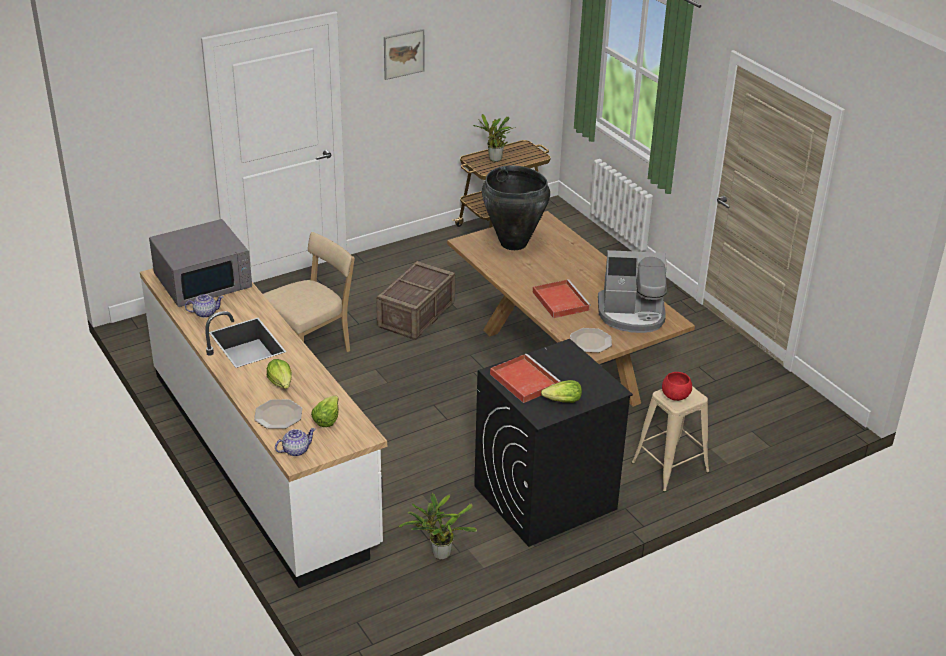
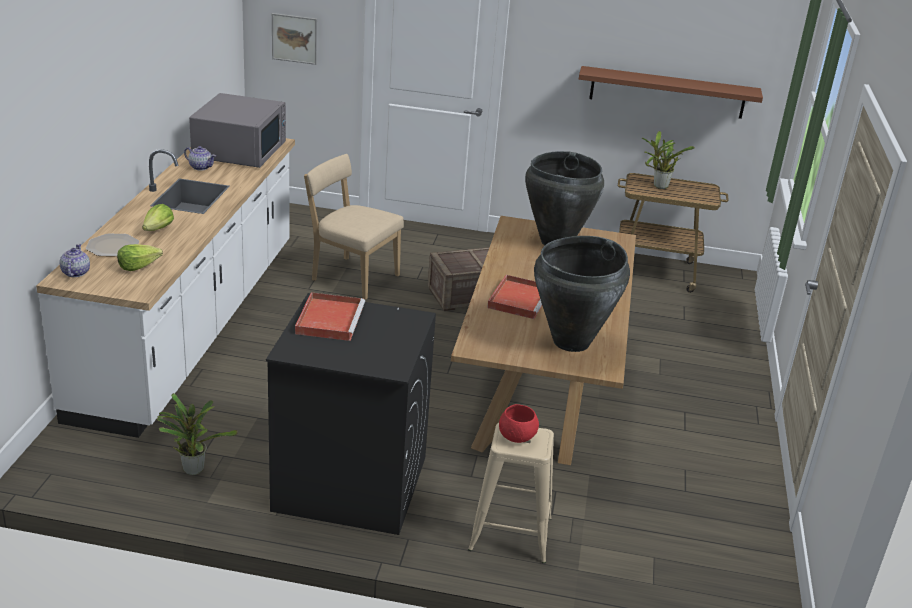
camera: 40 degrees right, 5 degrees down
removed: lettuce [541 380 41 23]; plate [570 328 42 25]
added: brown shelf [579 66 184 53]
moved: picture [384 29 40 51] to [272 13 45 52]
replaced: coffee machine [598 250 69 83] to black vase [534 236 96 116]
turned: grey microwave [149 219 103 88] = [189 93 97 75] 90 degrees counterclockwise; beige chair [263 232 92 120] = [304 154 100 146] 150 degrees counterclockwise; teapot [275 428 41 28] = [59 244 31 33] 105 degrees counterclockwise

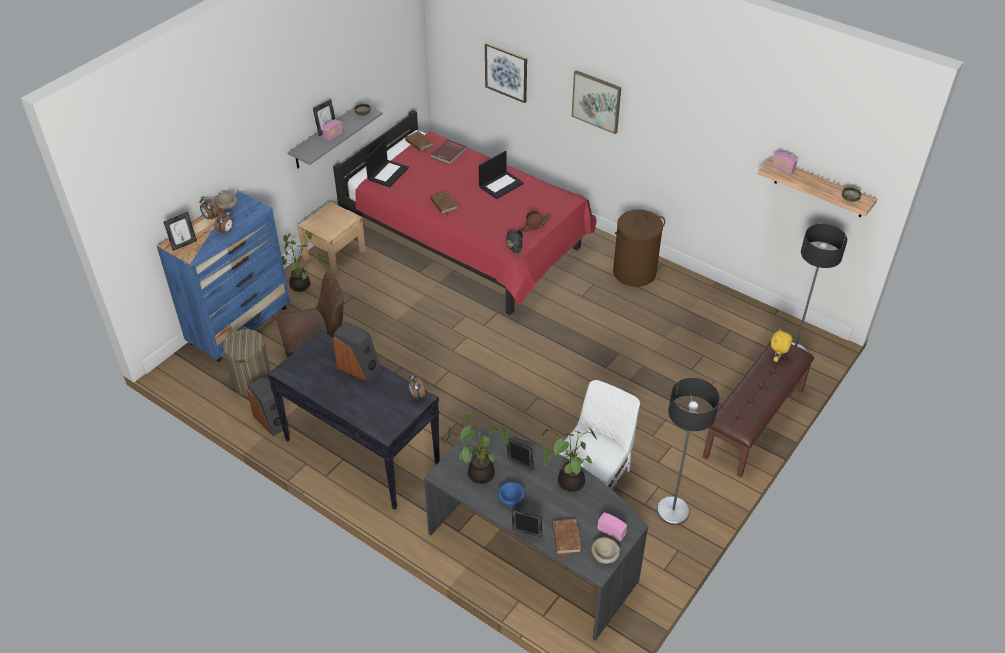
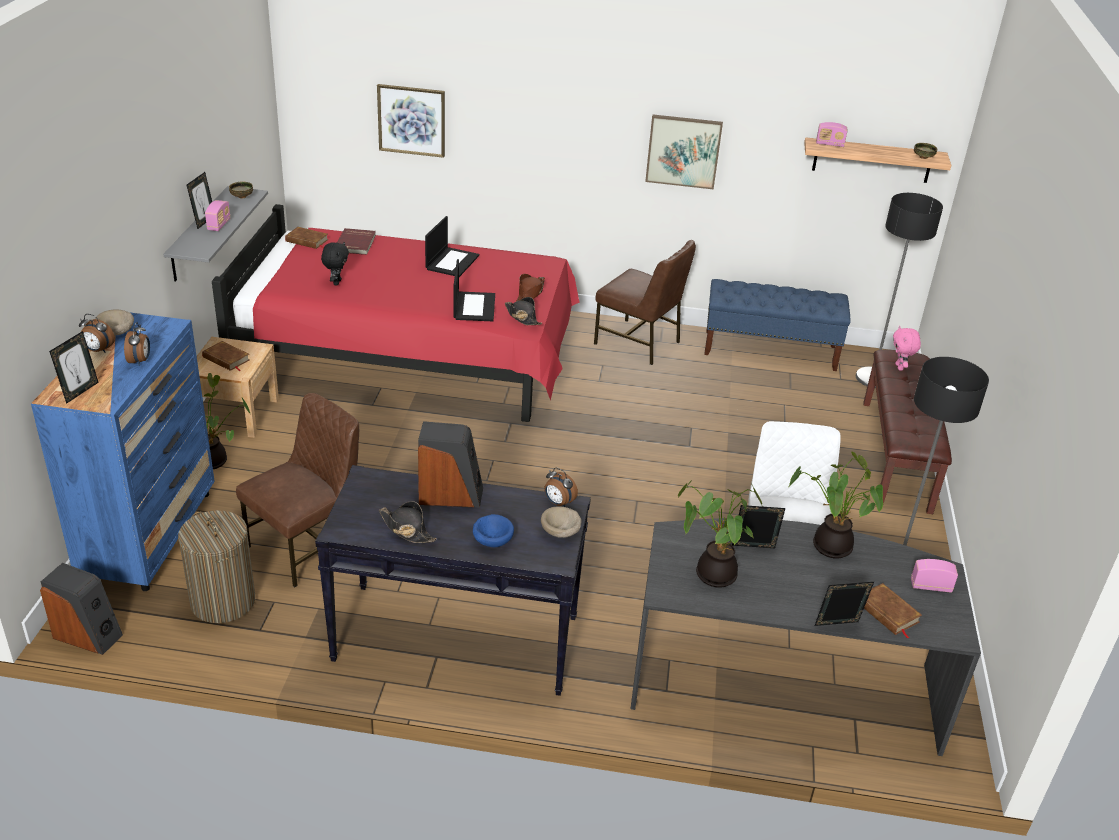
camera: 30 degrees left, 10 degrees down
added: black plush toy [321 242 28 43]; black hat [379 501 58 42]; blue bench [704 279 147 92]
moved: speaker [247 376 42 60] to [40 563 83 92]; laptop [365 139 44 48] to [454 259 41 62]; brown book [430 191 28 25] to [202 341 47 30]; blue bowl [497 482 28 24] to [473 514 41 33]; picture [572 70 49 64] to [645 115 78 74]; beige bowl [591 537 29 27] to [541 506 40 32]
replaced: brown laundry basket [613 210 52 77] to brown chair [594 240 102 125]
recoloured: yellow plush toy [771 329 22 33] to pink plush toy [893 326 28 45]

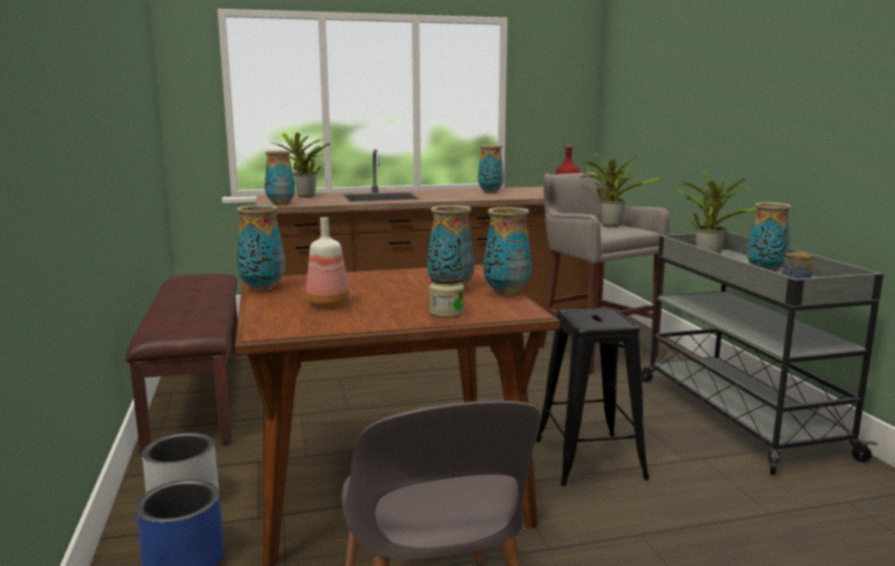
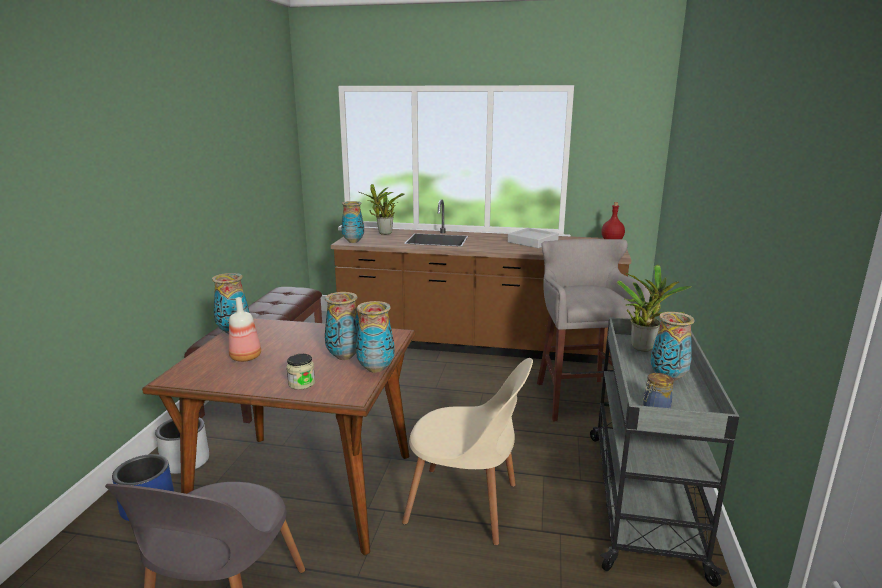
camera: 25 degrees right, 5 degrees up
removed: potted plant [580 152 80 75]
replaced: vase [478 145 26 48] to grey tray [508 228 51 20]; black stool [536 307 113 179] to beige chair [402 358 131 187]

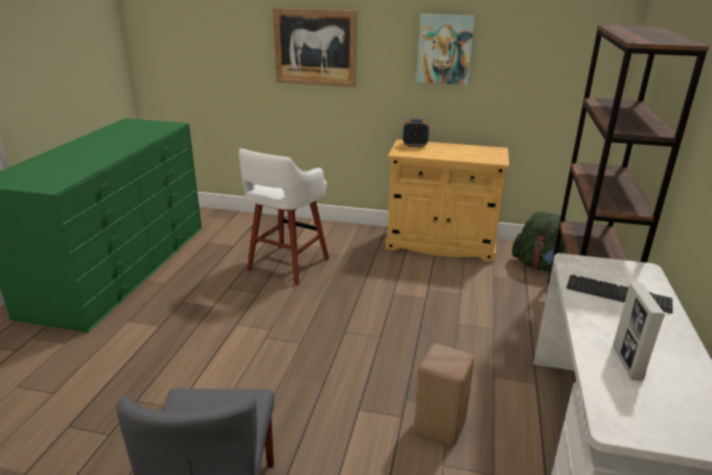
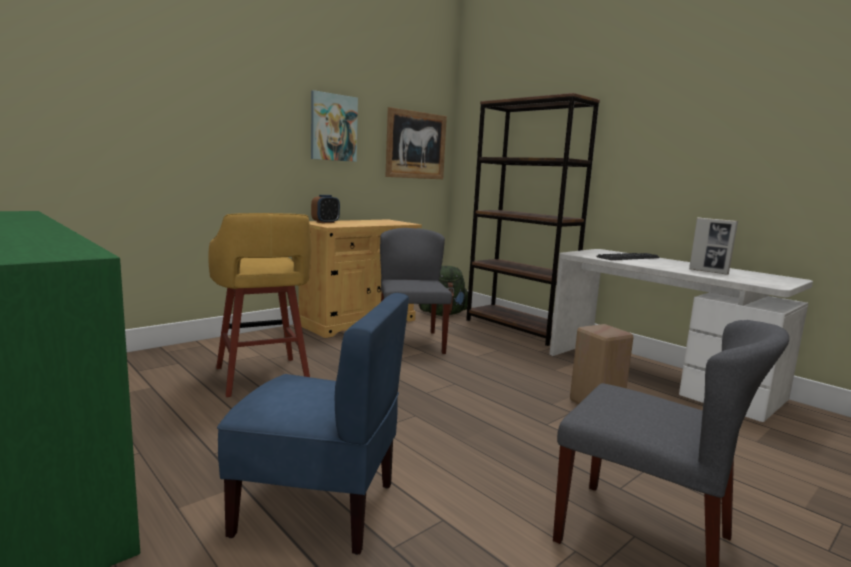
camera: 55 degrees left, 15 degrees down
added: blue chair [217 293 192 262]; grey chair [380 228 72 126]
moved: picture [273 8 84 79] to [385 107 62 72]
recoloured: white stool [239 148 90 137] to yellow stool [208 213 104 184]

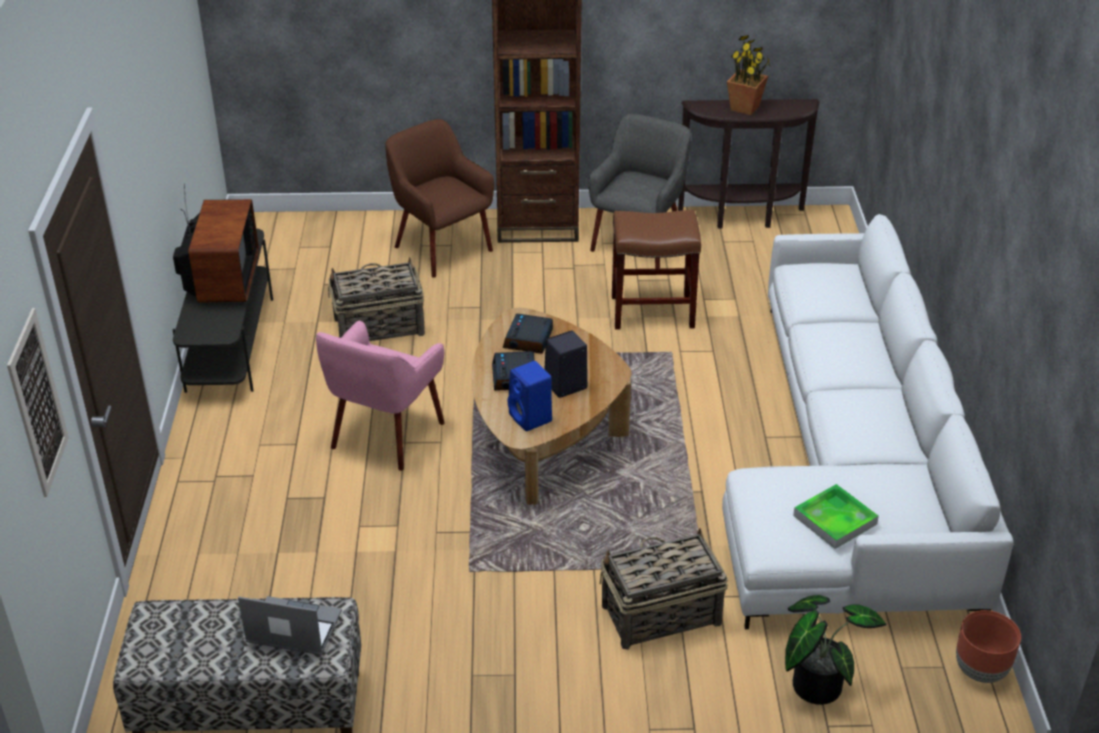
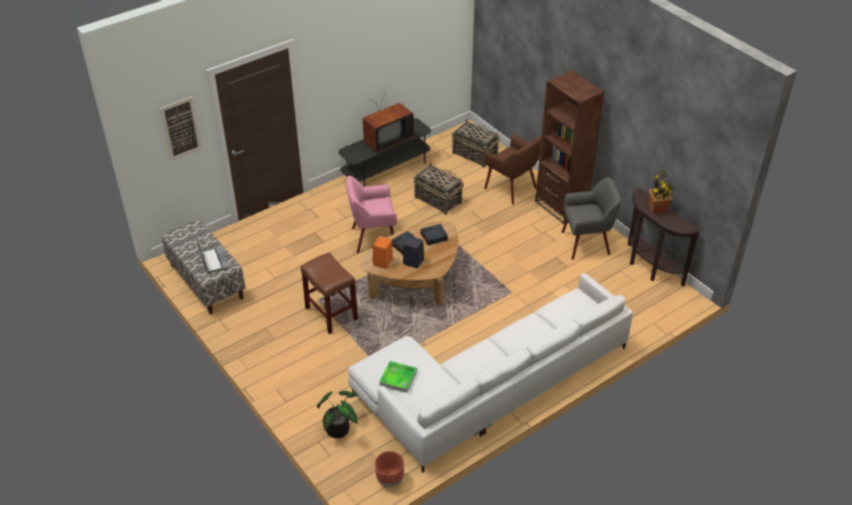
camera: 55 degrees right, 5 degrees up
moved: basket [600 529 128 121] to [452 119 48 49]; brown stool [612 210 89 120] to [301 252 57 82]
recoloured: blue speaker [508 361 44 70] to orange speaker [372 236 21 33]
turned: brown armchair [385 119 109 159] = [484 135 57 69] 120 degrees clockwise

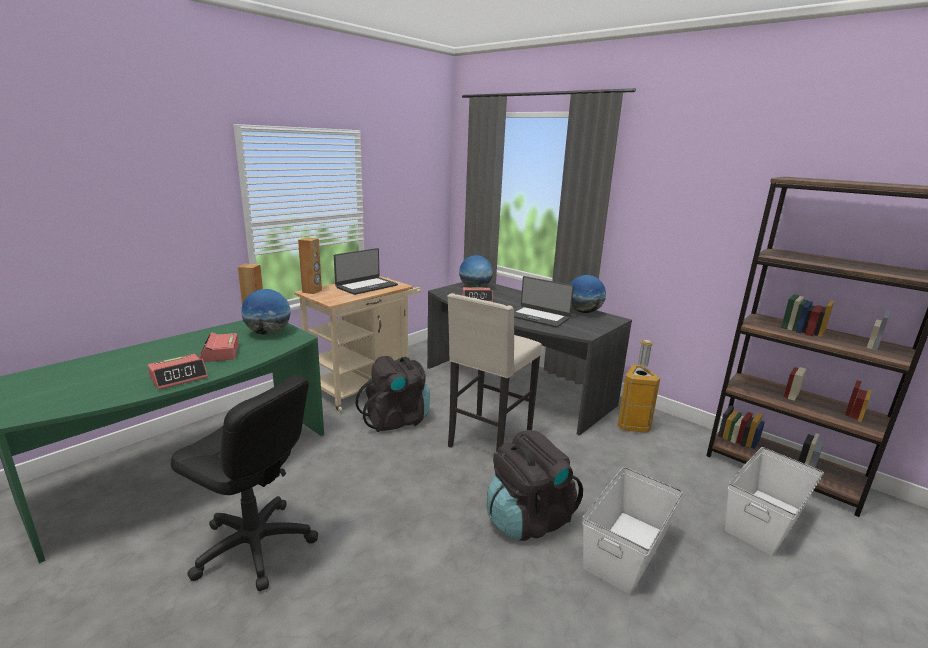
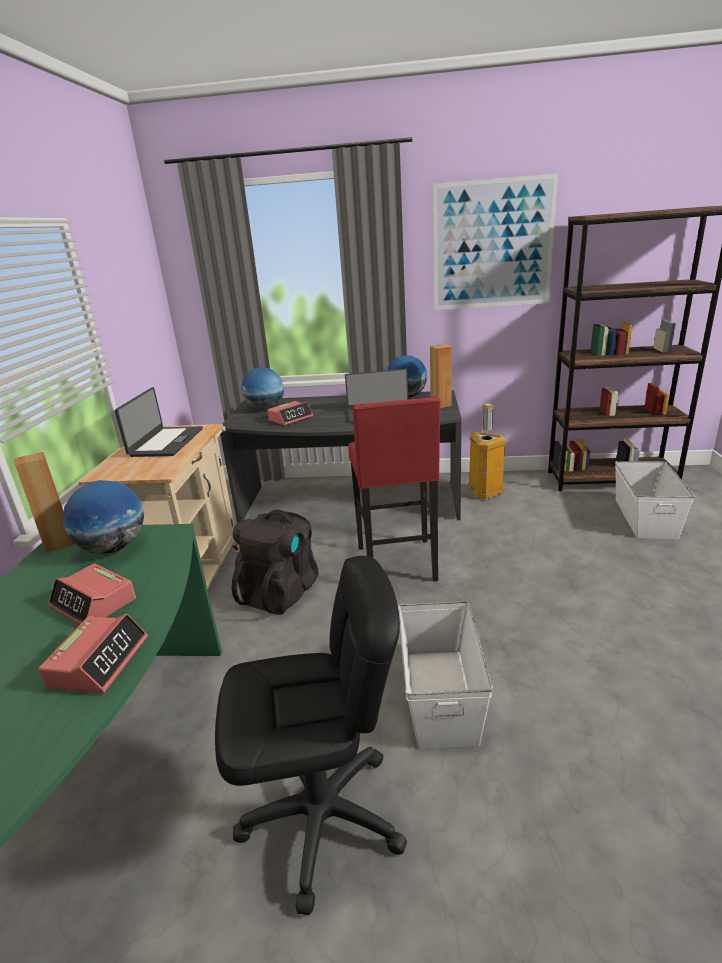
camera: 35 degrees left, 5 degrees up
removed: black backpack [487 430 96 111]
added: picture [433 173 125 137]
moved: brown speaker [298 237 24 57] to [430 344 22 64]; white storage box [582 467 101 128] to [398 601 95 148]
recoloured: beige stool [447 293 95 159] to red stool [348 397 93 185]

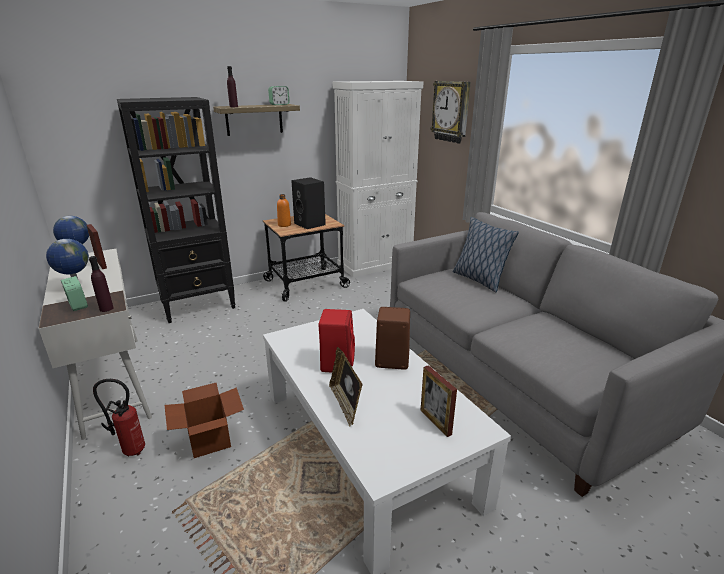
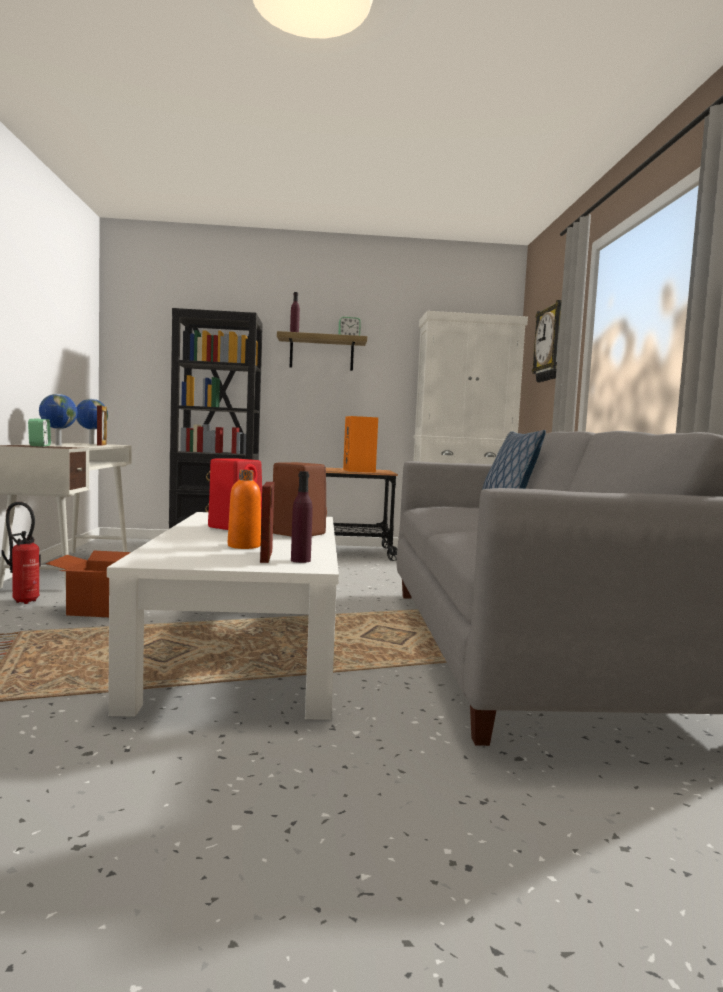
camera: 25 degrees right, 20 degrees down
removed: picture frame [329 347 34 80]
moved: purple bottle [89 256 25 56] to [291 471 22 92]; orange bottle [277 194 14 33] to [228 470 33 79]
recoloured: black speaker [291 177 35 52] to orange speaker [343 416 35 56]

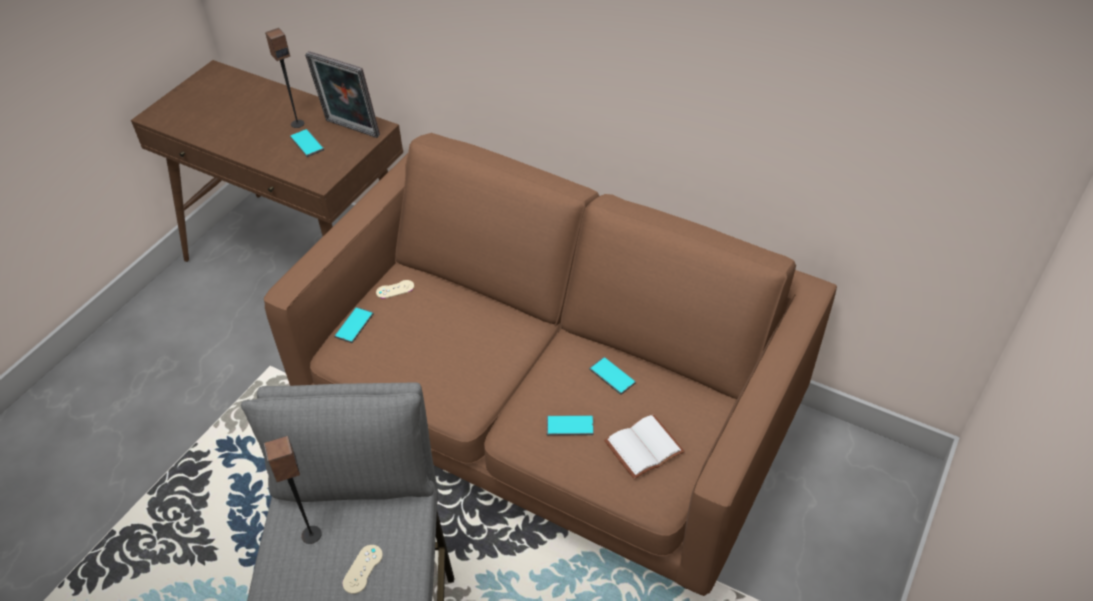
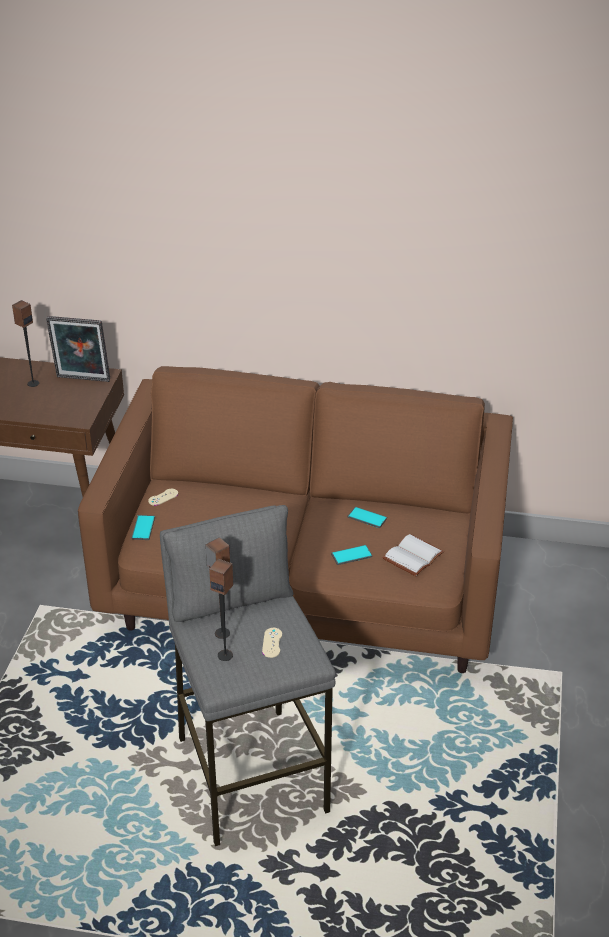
camera: 20 degrees left, 10 degrees down
removed: phone [290 129 34 28]
added: speaker [209 559 24 102]

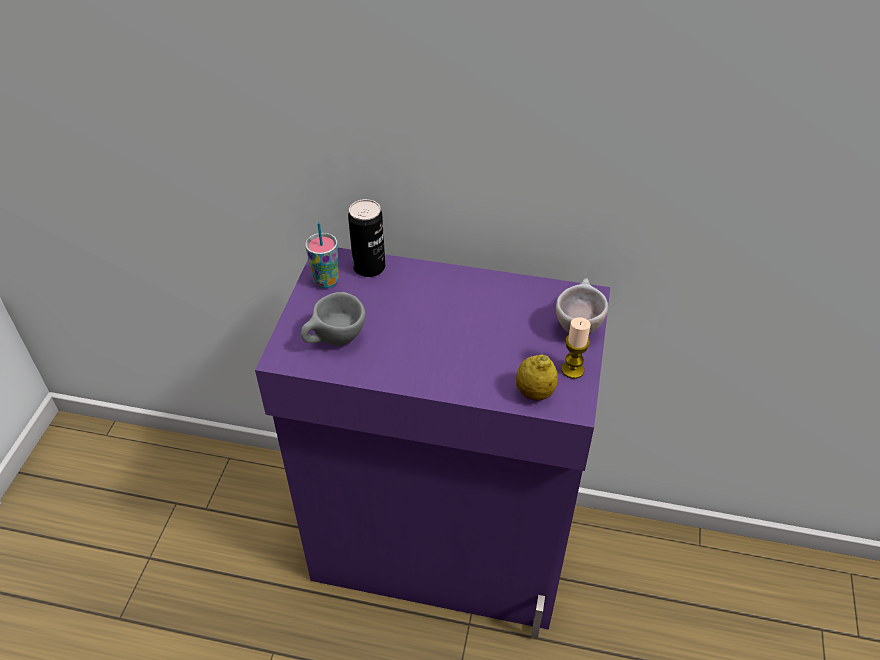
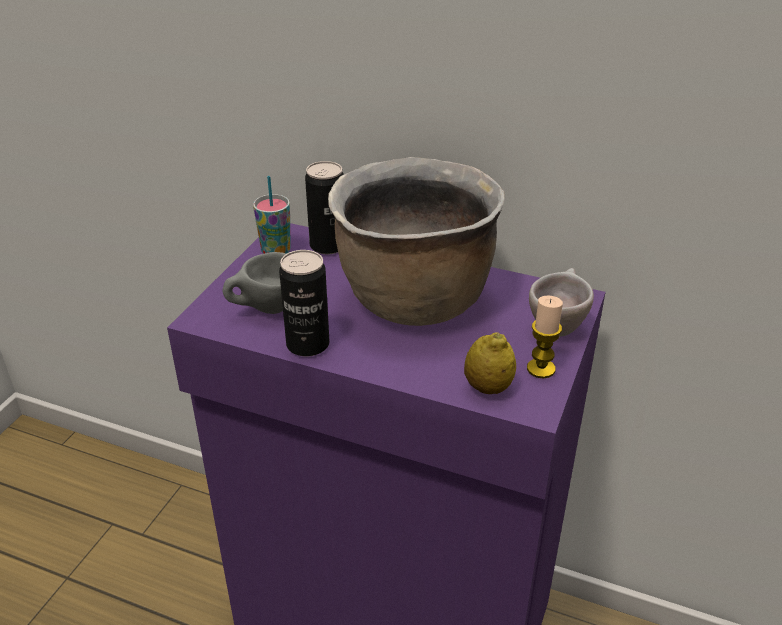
camera: 10 degrees right, 10 degrees down
added: can [279 250 50 107]; brown cooking pot [328 157 177 169]

